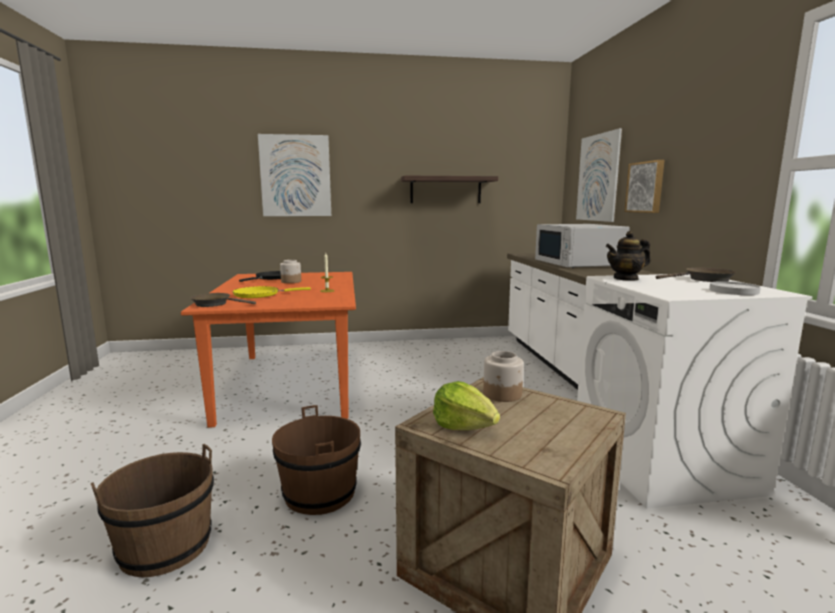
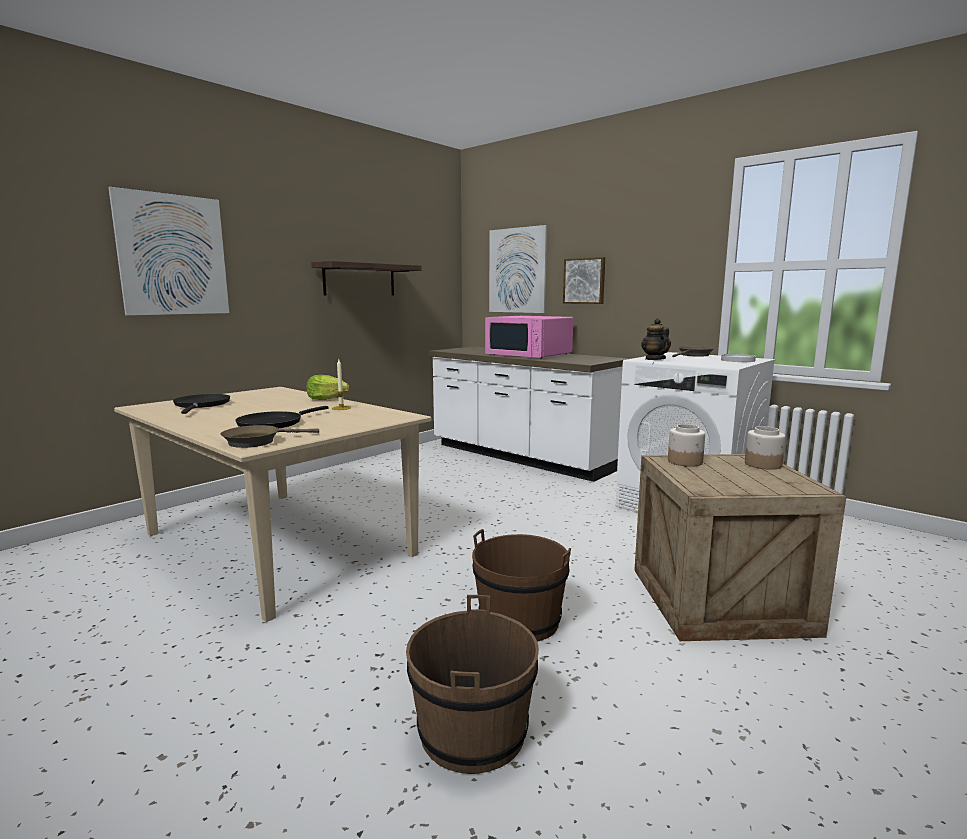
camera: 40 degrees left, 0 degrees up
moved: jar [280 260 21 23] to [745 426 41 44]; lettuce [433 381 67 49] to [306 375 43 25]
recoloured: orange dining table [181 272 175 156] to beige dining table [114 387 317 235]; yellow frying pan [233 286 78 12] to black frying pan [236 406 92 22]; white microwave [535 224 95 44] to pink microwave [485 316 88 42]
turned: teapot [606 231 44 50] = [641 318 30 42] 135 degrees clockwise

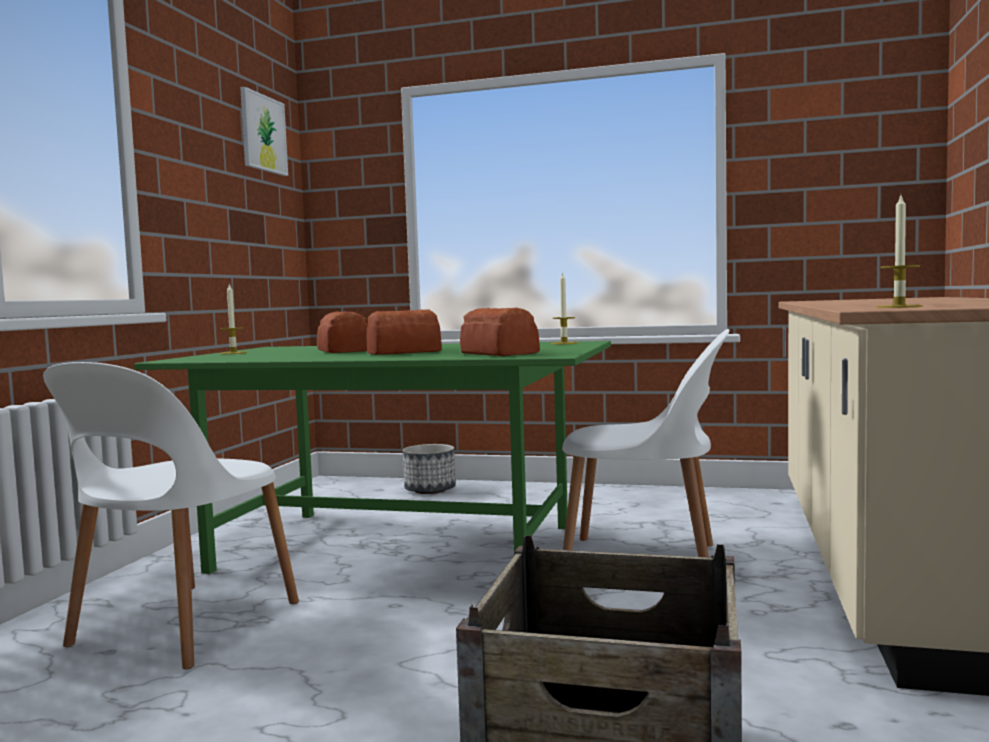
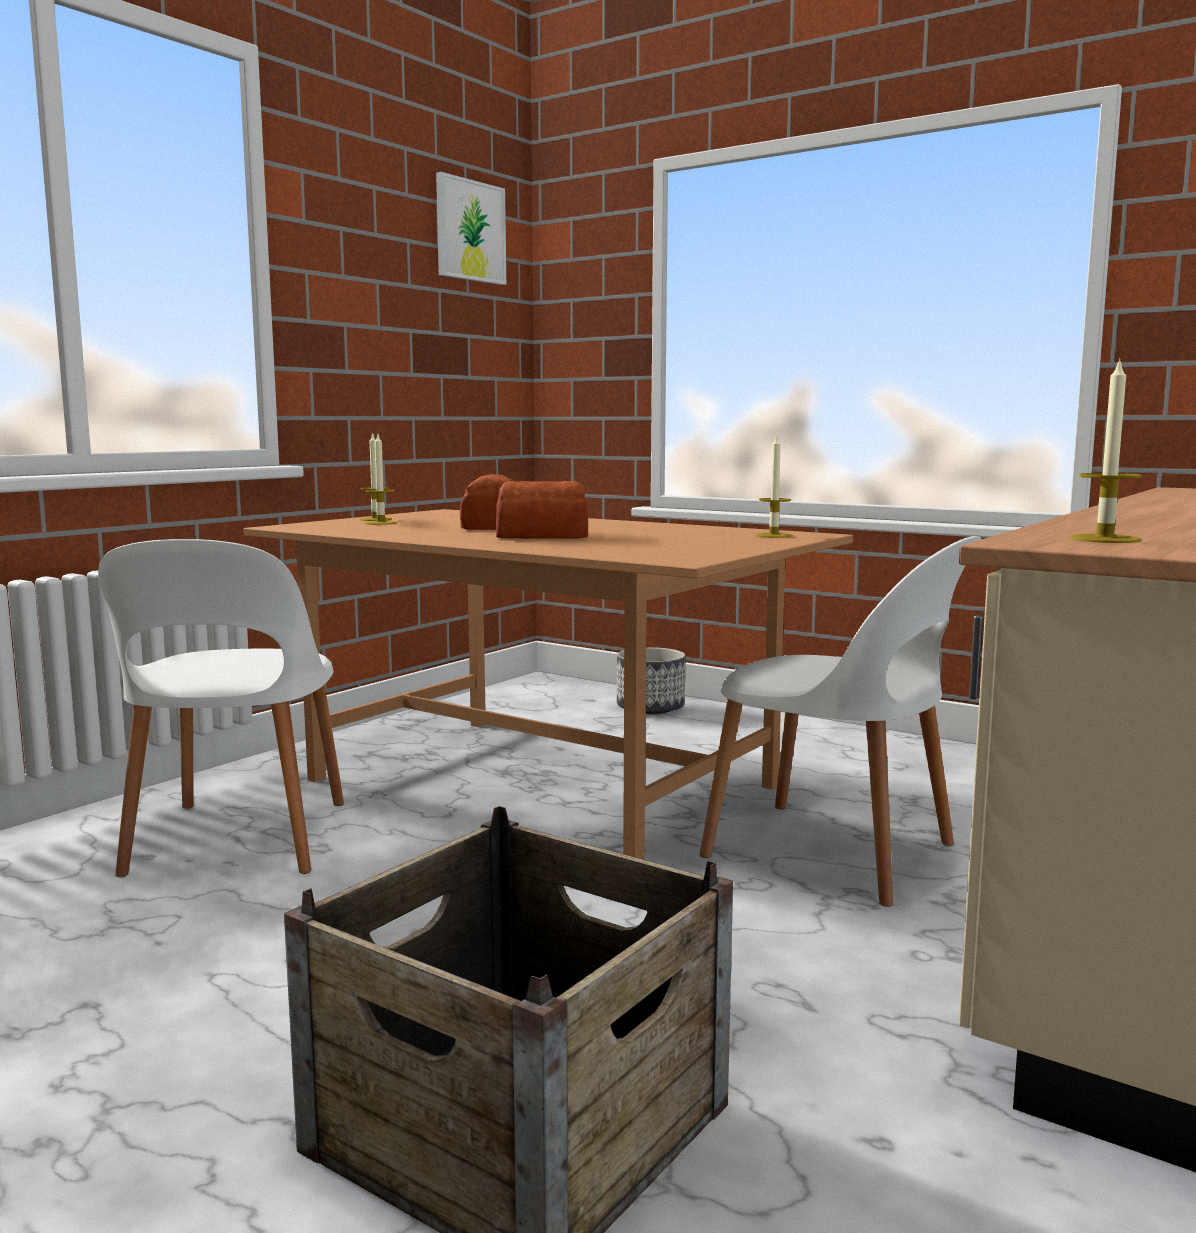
camera: 20 degrees right, 5 degrees up
removed: bread [460 308 80 48]
added: candle [364 435 34 90]
recoloured: green dining table [134 341 477 233] to brown dining table [243 509 610 351]
turned: white chair [43 362 256 307] = [98 539 246 338] 45 degrees counterclockwise

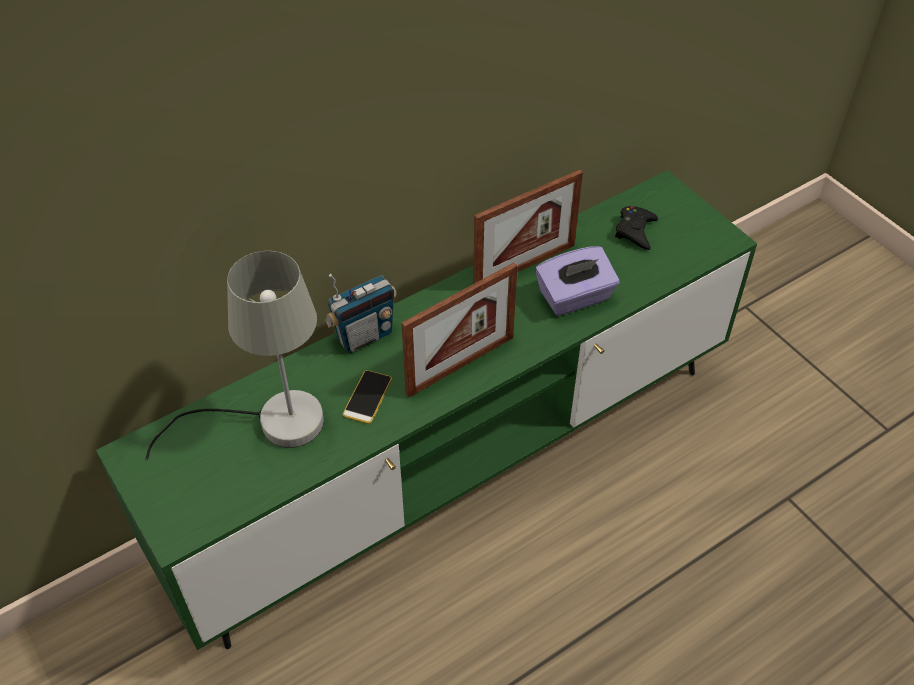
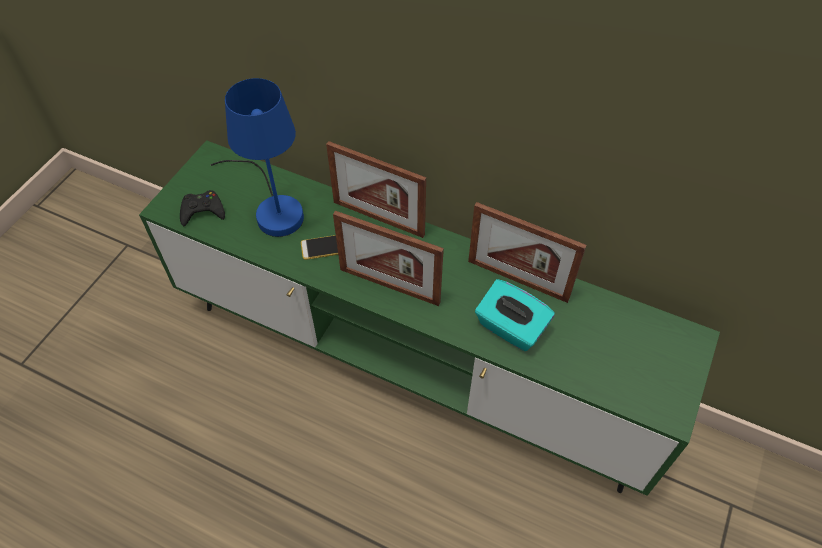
camera: 60 degrees right, 5 degrees up
moved: black game controller [615 206 43 44] to [180 190 45 36]
replaced: radio [325 274 72 79] to picture frame [326 141 100 97]
recoloured: grey table lamp [146 251 178 209] to blue table lamp [210 78 94 159]; purple tissue box [535 246 85 70] to turquoise tissue box [475 279 80 72]

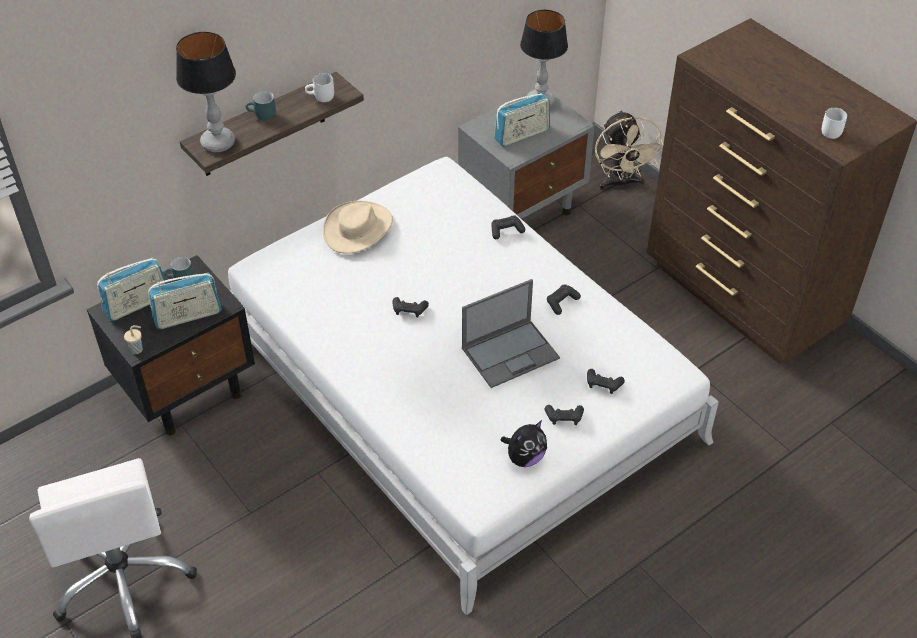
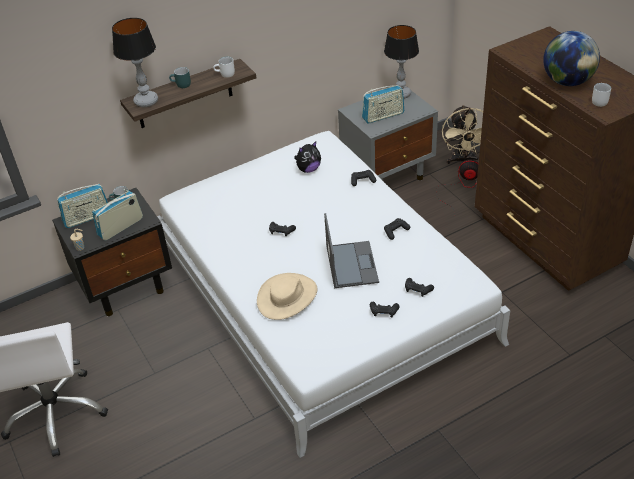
camera: 10 degrees right, 5 degrees down
added: fan [436 159 43 55]; globe [543 31 57 55]
moved: beige hat [323 201 70 53] to [257 273 60 47]; plush toy [501 420 46 47] to [294 141 27 32]
turned: radio [148 273 74 56] = [92 189 51 52] 150 degrees clockwise; laptop [462 279 98 109] = [324 213 55 75] 75 degrees counterclockwise

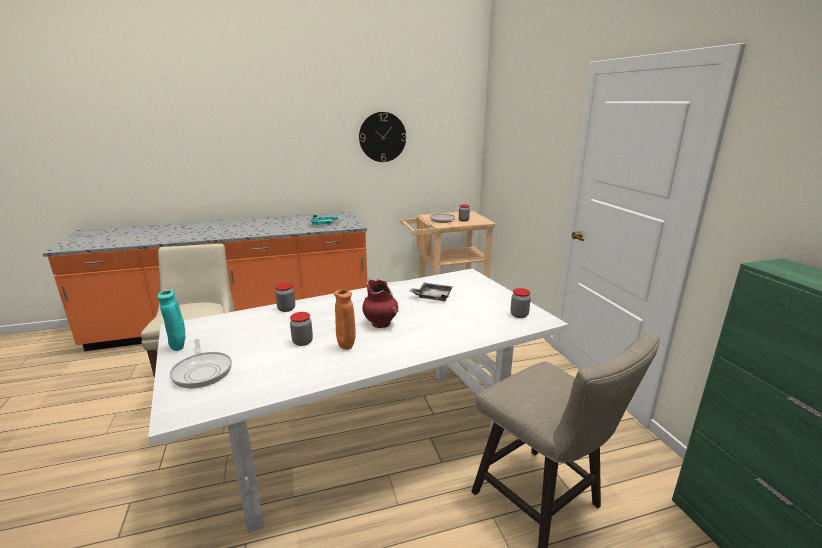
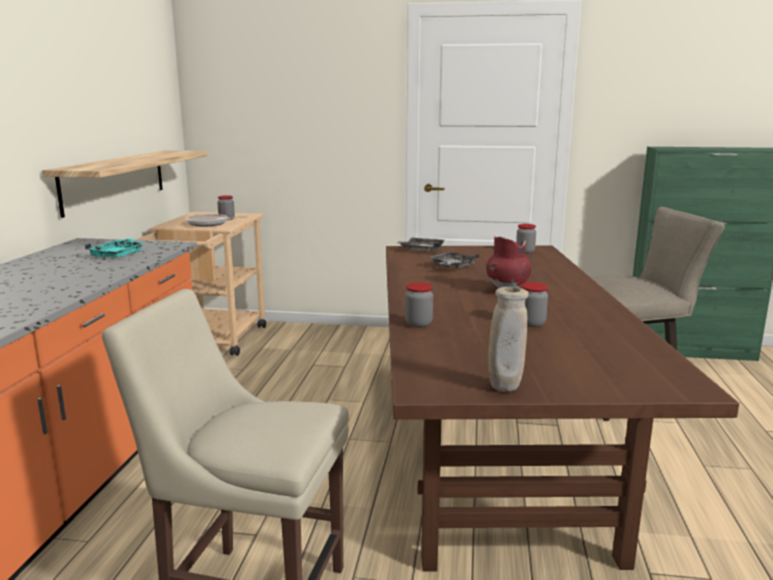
camera: 65 degrees left, 5 degrees down
removed: frying pan [170 339 62 49]; orange vase [334 289 22 61]; wall clock [359 112 47 50]
added: shelf [42 151 166 67]; grey tray [397 237 47 15]
recoloured: white dining table [148 269 420 264] to brown dining table [386 246 353 326]; turquoise vase [158 290 27 61] to beige vase [488 287 41 105]

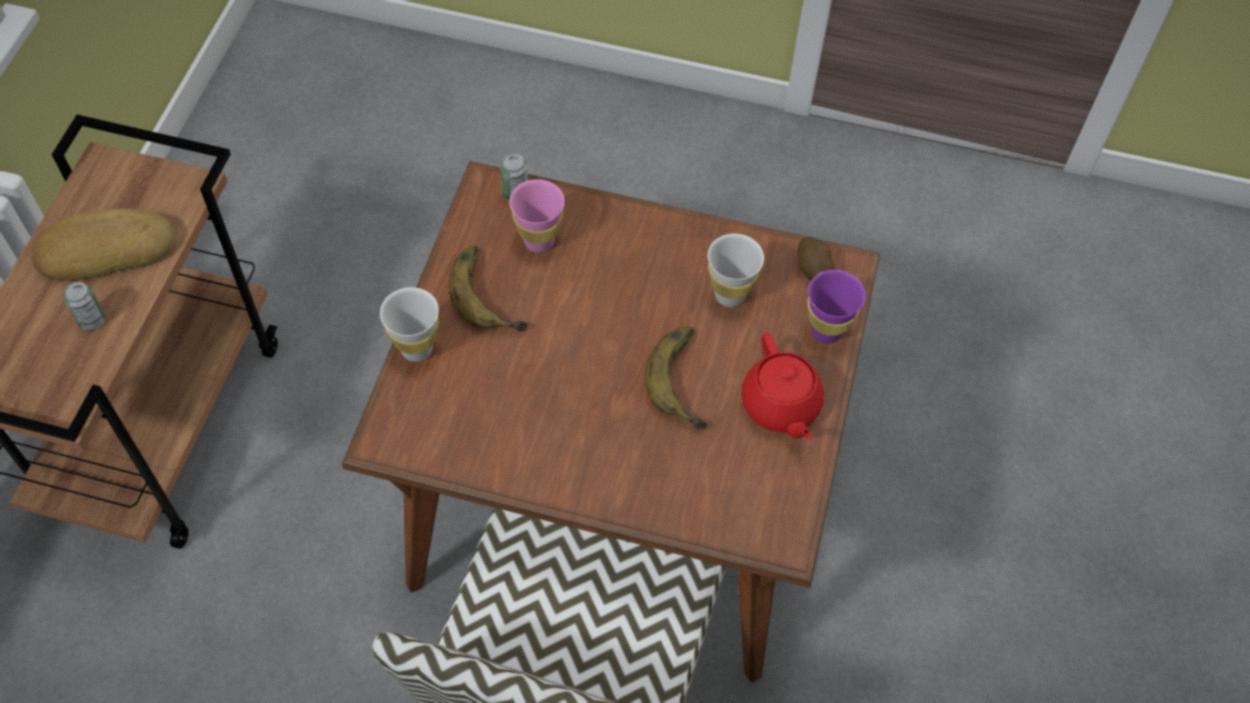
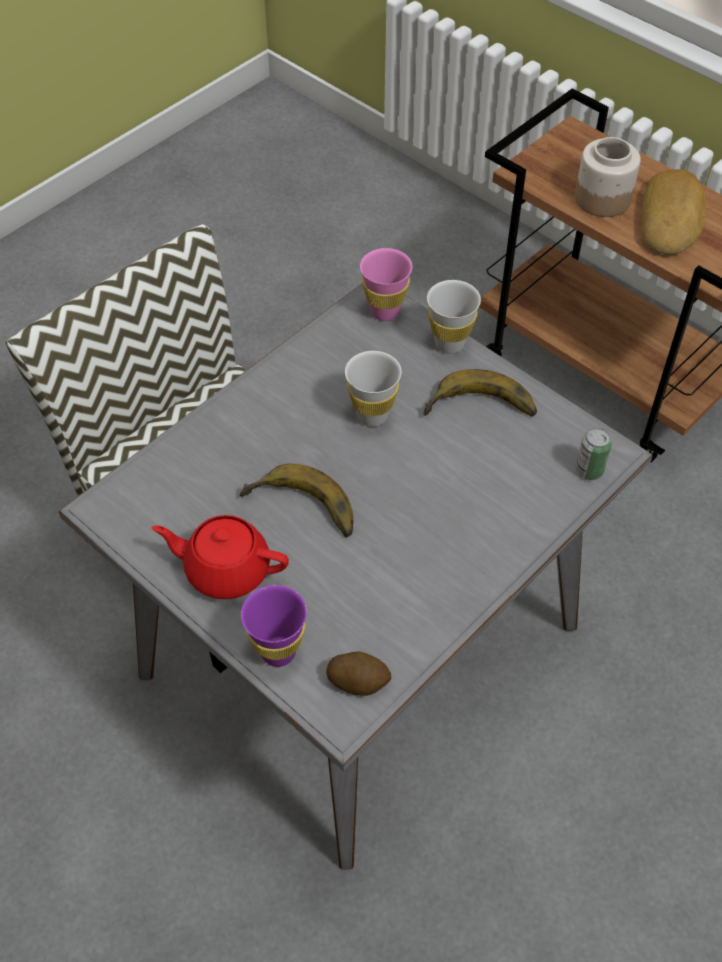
camera: 120 degrees right, 5 degrees down
moved: pink cup [509 179 56 74] to [360 248 52 73]; white cup [708 234 56 73] to [345 351 57 76]
replaced: can [63 282 43 49] to jar [575 137 66 80]
recoloured: brown dining table [342 161 538 521] to grey dining table [59 284 594 586]

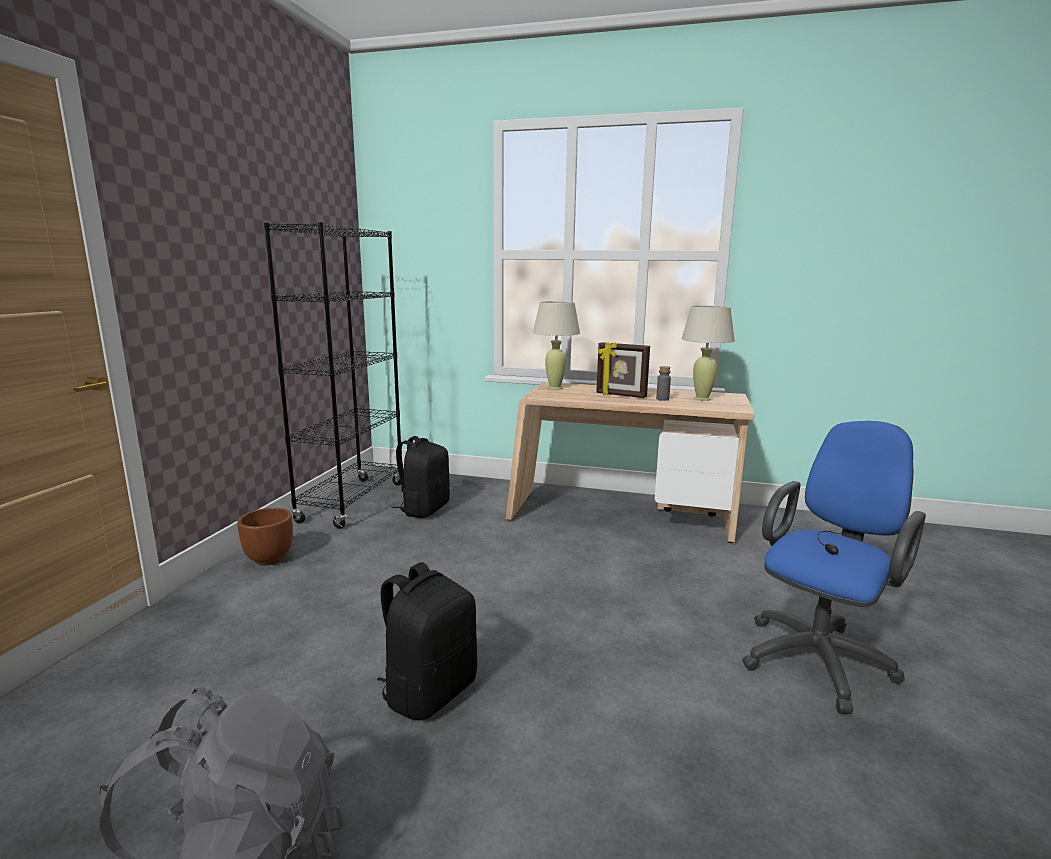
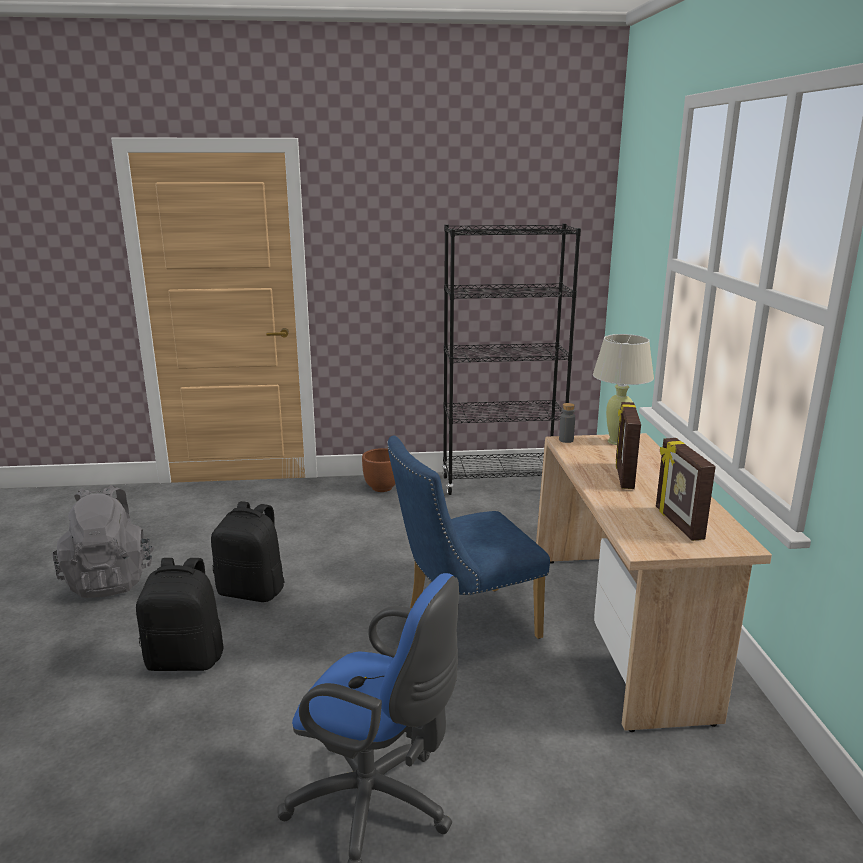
camera: 70 degrees right, 5 degrees up
added: blue chair [387 435 163 204]
moved: black backpack [392 436 58 82] to [136 558 88 113]; grey bottle [656 366 15 35] to [559 403 16 40]
replaced: beige table lamp [681 305 54 96] to picture frame [656 438 60 103]

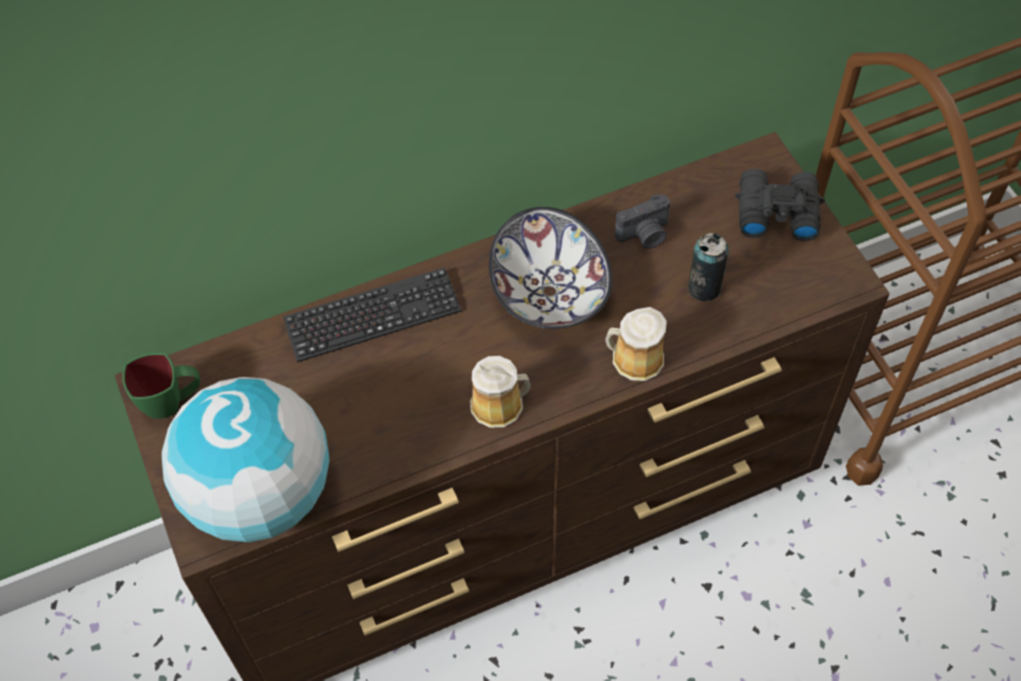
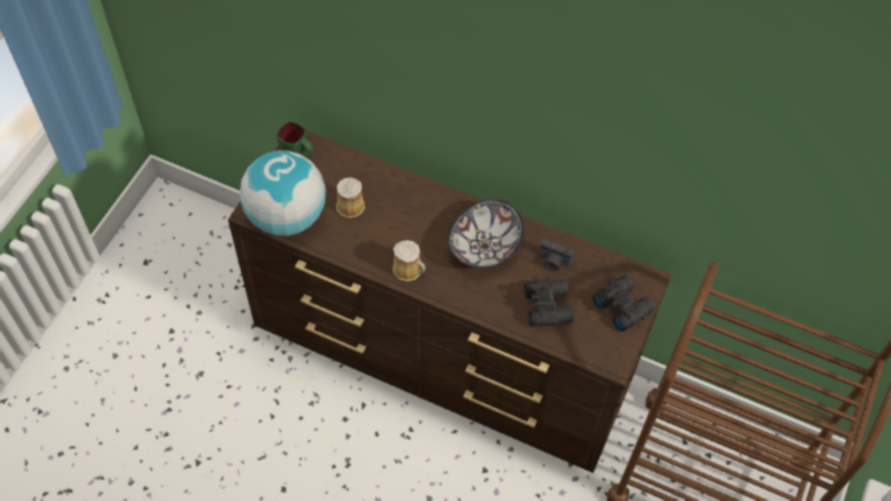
camera: 45 degrees right, 0 degrees up
removed: keyboard [283 267 178 95]
moved: mug [605 307 62 74] to [336 178 29 40]
replaced: can [688 233 41 68] to black binoculars [524 277 49 50]

